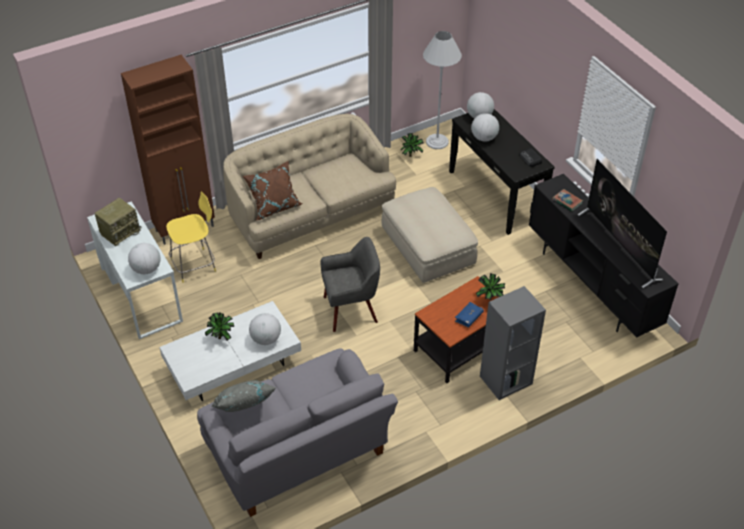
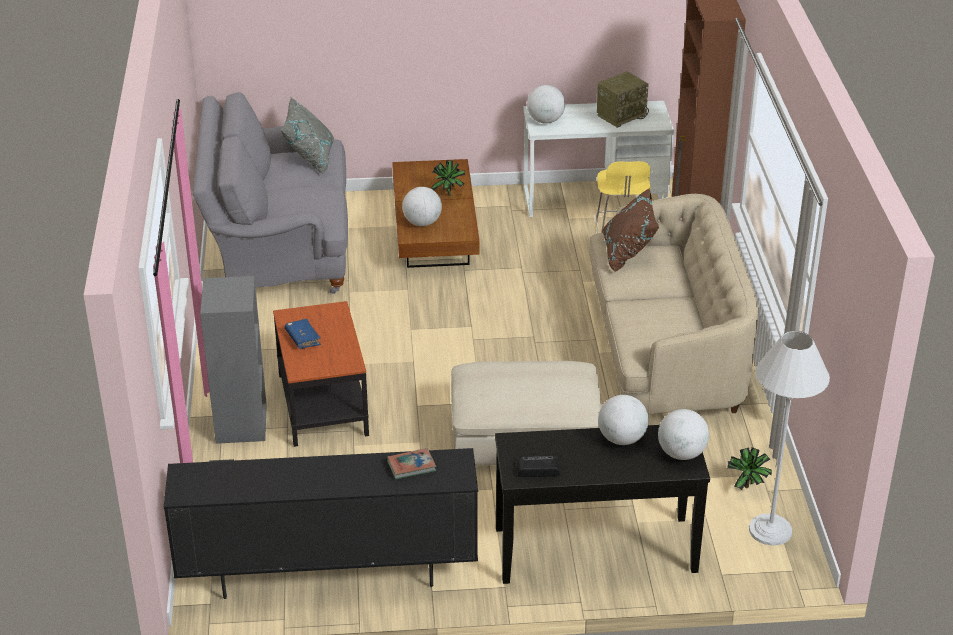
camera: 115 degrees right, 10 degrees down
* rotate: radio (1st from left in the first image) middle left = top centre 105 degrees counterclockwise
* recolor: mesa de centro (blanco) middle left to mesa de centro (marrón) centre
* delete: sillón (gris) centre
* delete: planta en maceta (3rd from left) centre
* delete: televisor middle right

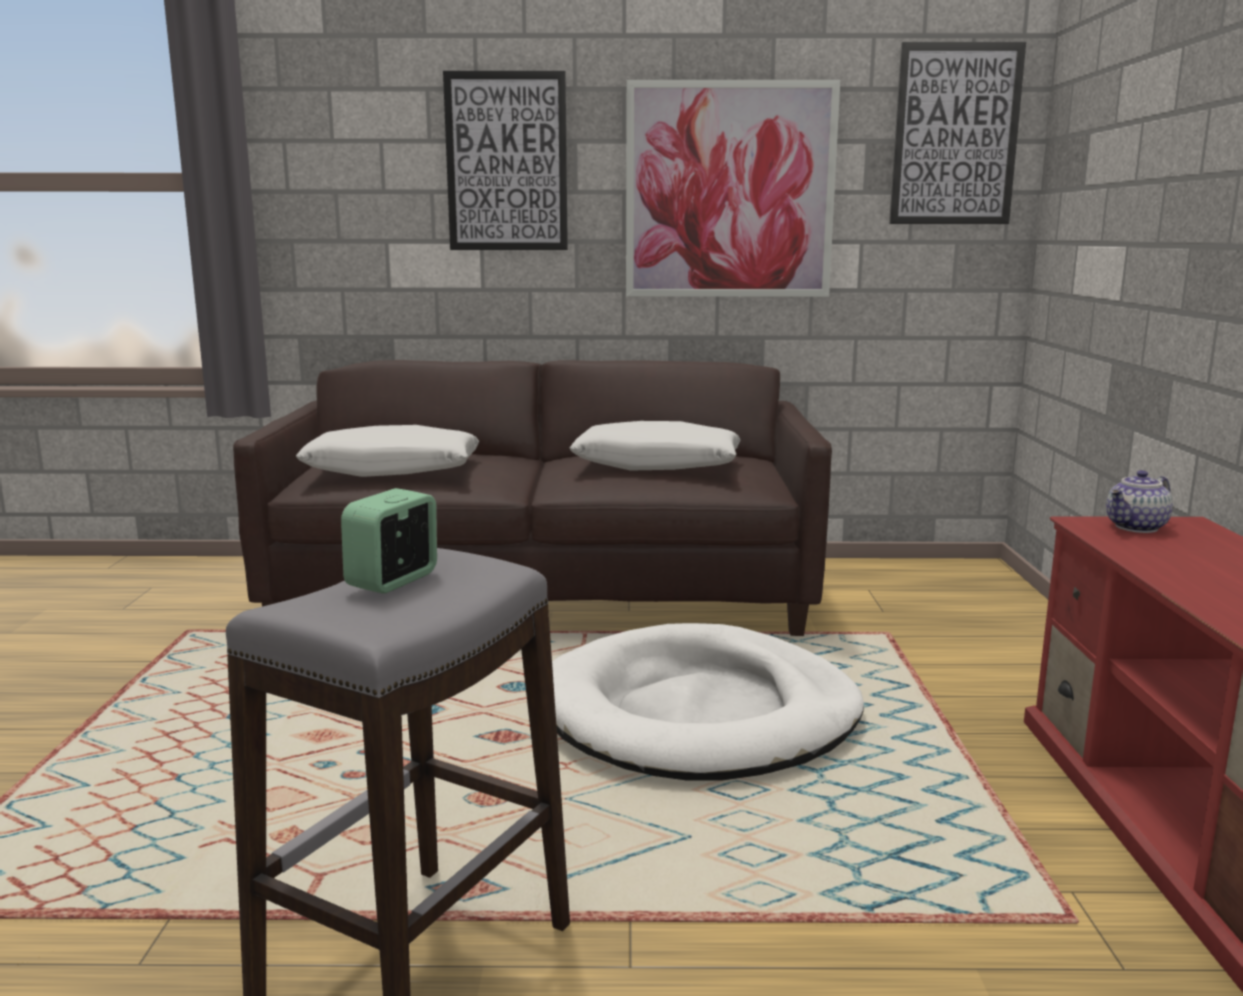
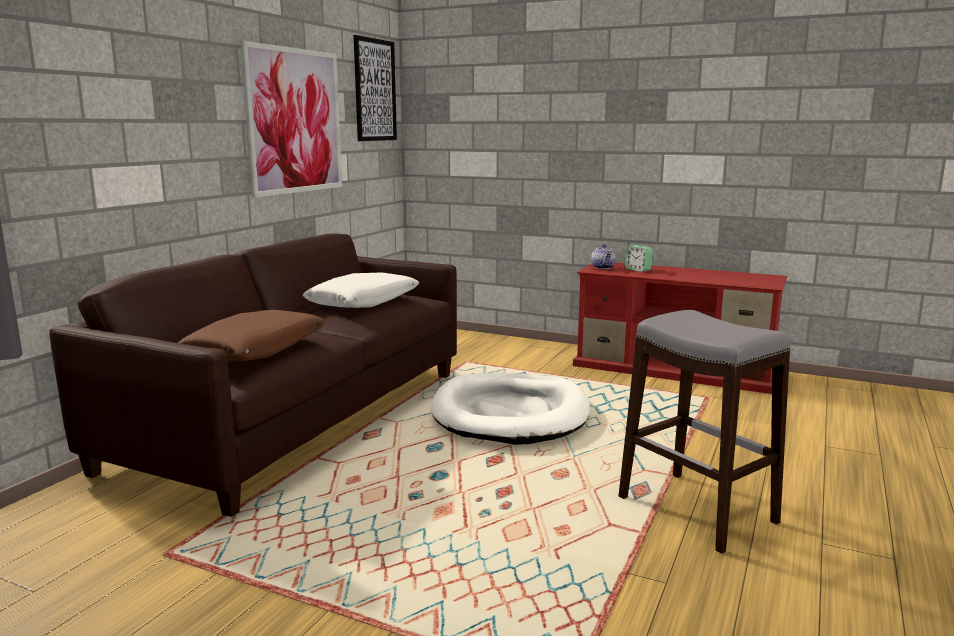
camera: 65 degrees left, 0 degrees up
* recolor: cojín (blanco) (1st from left) middle left to cojín (marrón) middle left
* move: despertador middle left to middle right
* delete: cuadro (1st from left) top centre

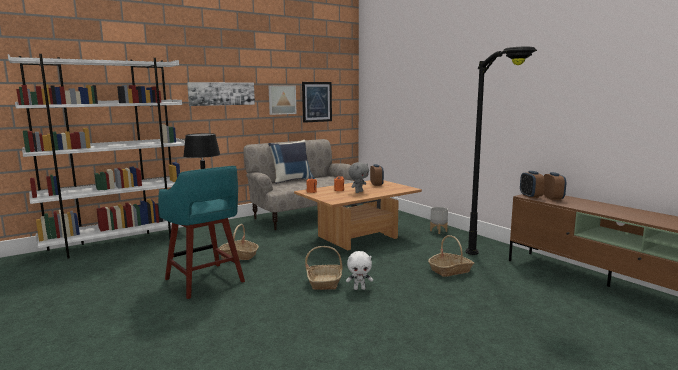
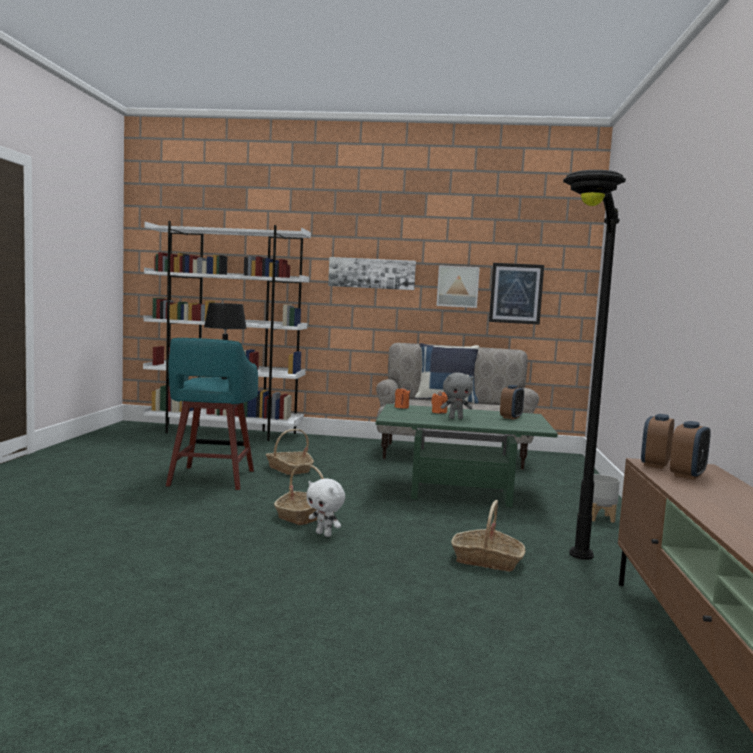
camera: 40 degrees right, 5 degrees down
* recolor: mesa de centro (marrón) centre to mesa de centro (verde) centre

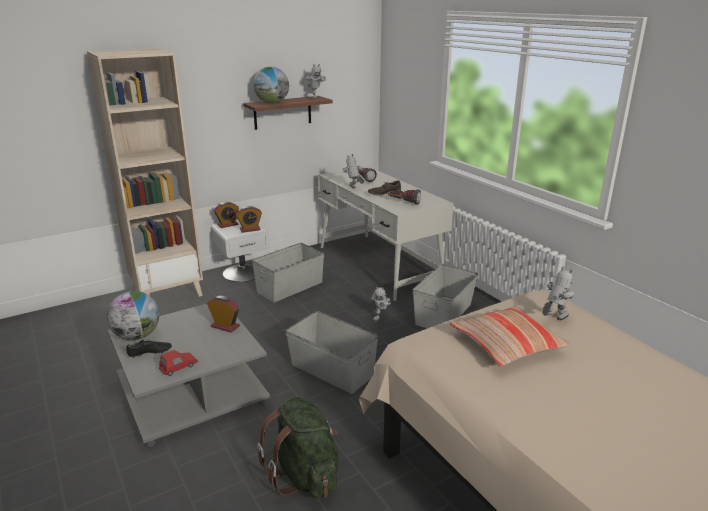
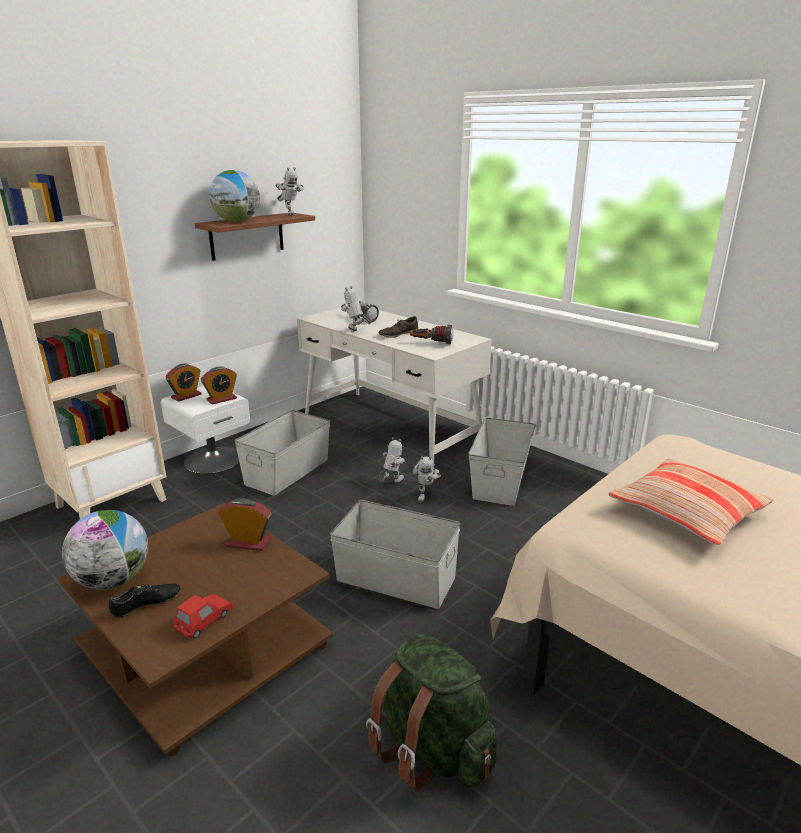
camera: 15 degrees left, 0 degrees up
* recolor: mesa de centro (gris) bottom left to mesa de centro (marrón) bottom left
* move: robot de juguete (4th from left in the first image) middle right to robot de juguete (3rd from left) centre

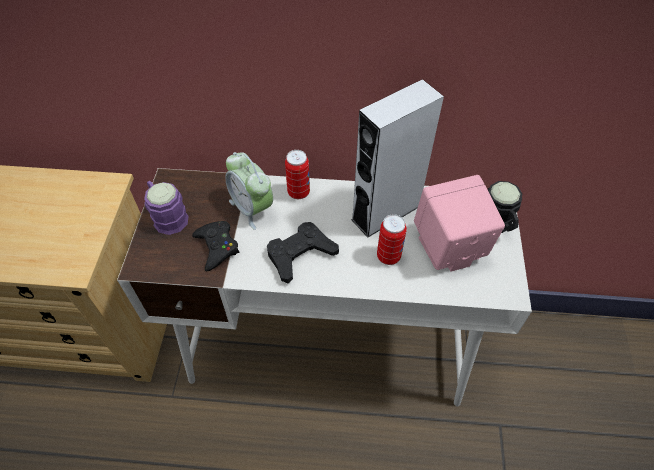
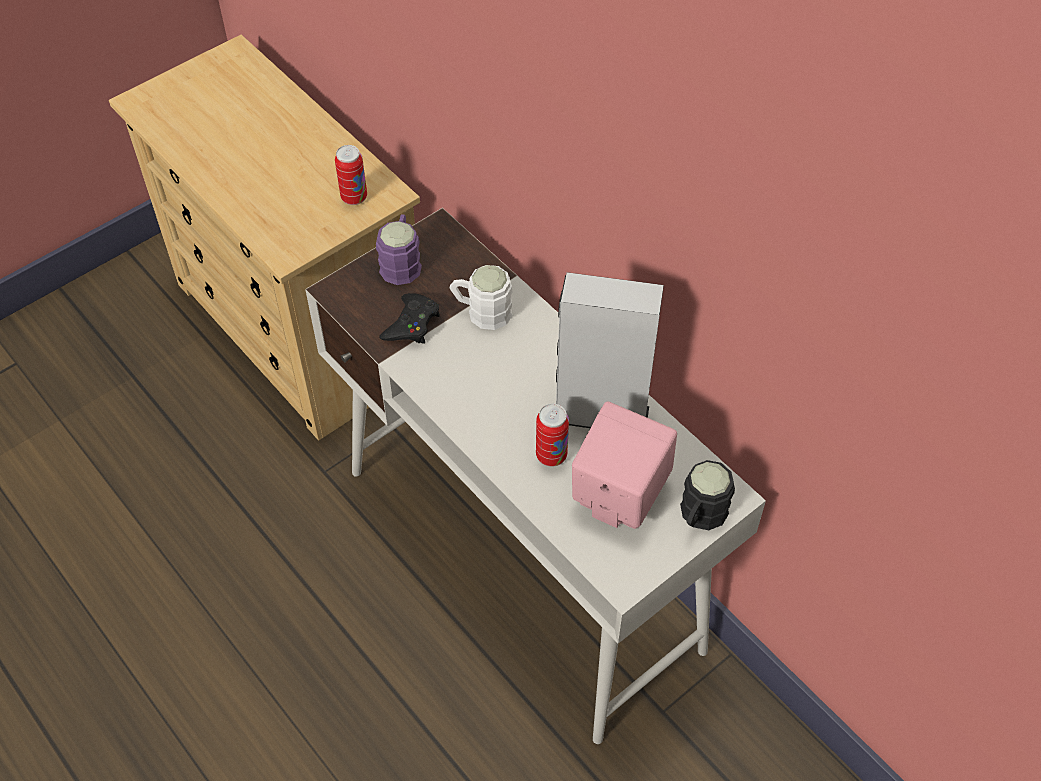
camera: 45 degrees right, 0 degrees up
* replace: despertador centre to taza grande (blanco) centre
* delete: mando de consola (negro) (2nd from left) centre
* move: lata (1st from left) centre to top centre

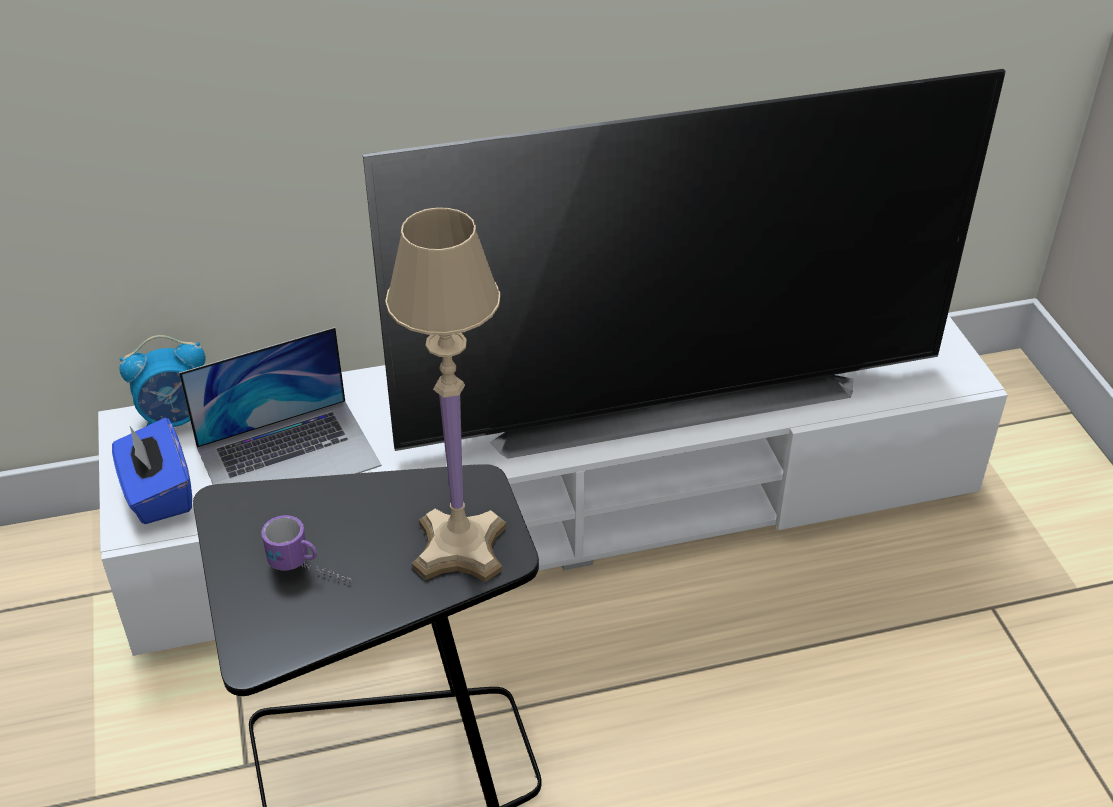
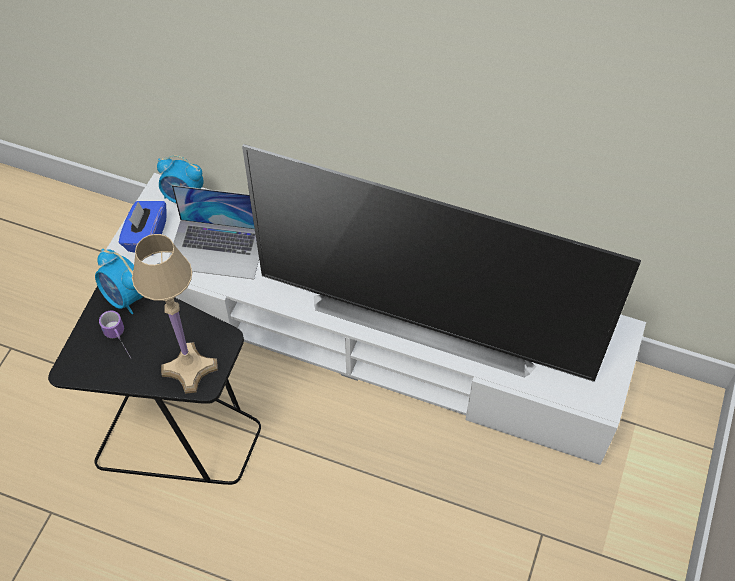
camera: 35 degrees right, 15 degrees up
* insert: despertador (1st from left) middle left

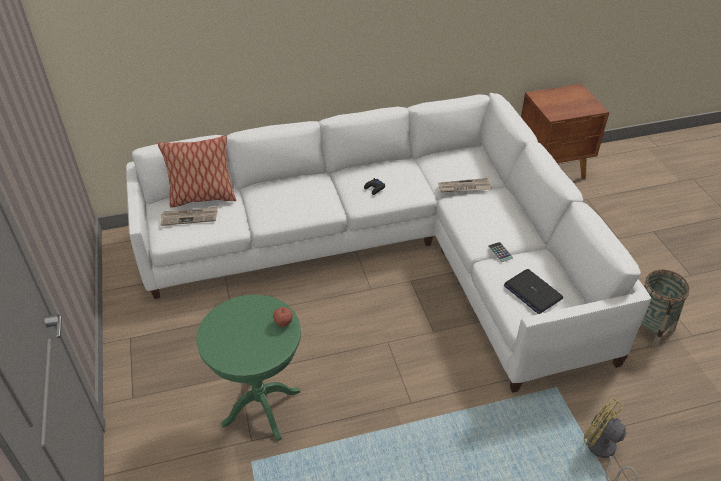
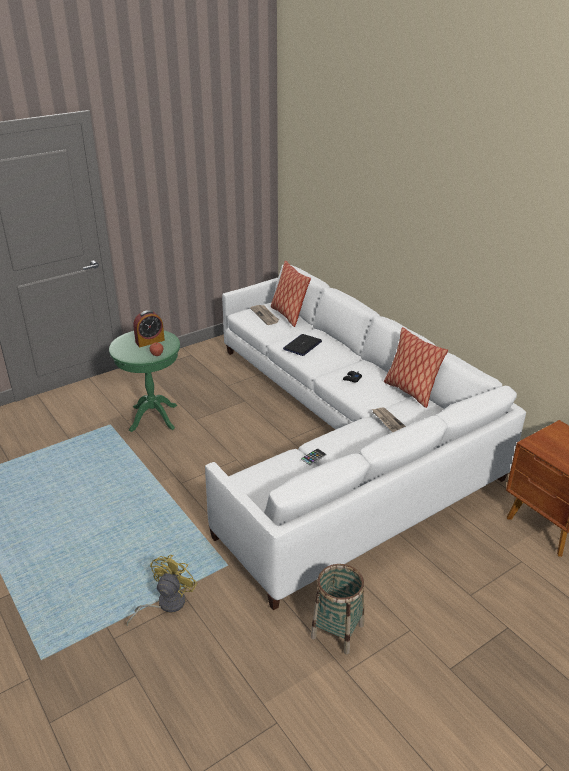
camera: 70 degrees right, 10 degrees down
* move: portátil middle right to centre
* insert: despertador middle left
* insert: cojín (2nd from left) middle right

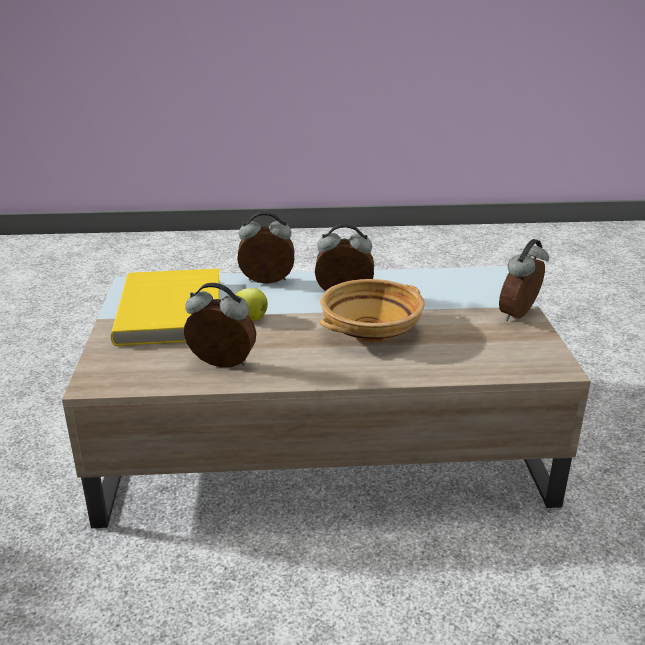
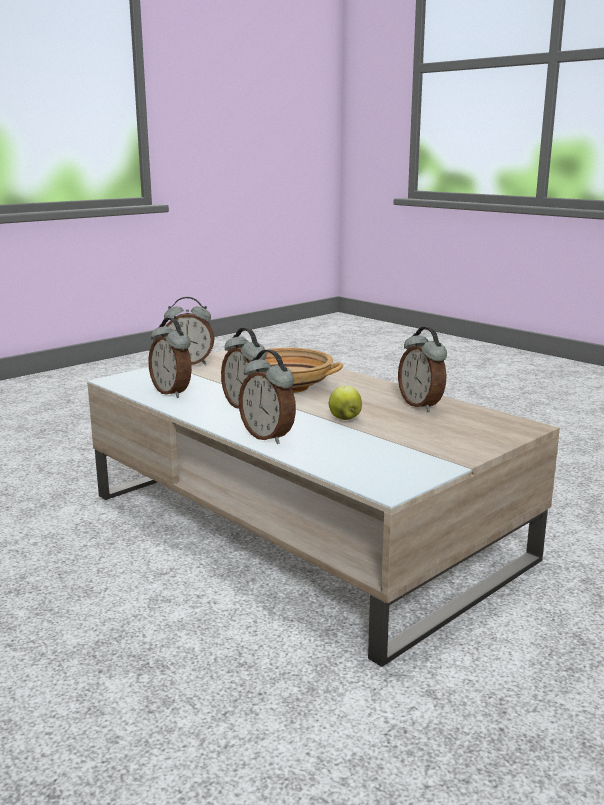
camera: 130 degrees left, 10 degrees down
* delete: libro (amarillo) middle left
* insert: despertador (1st from left) middle left

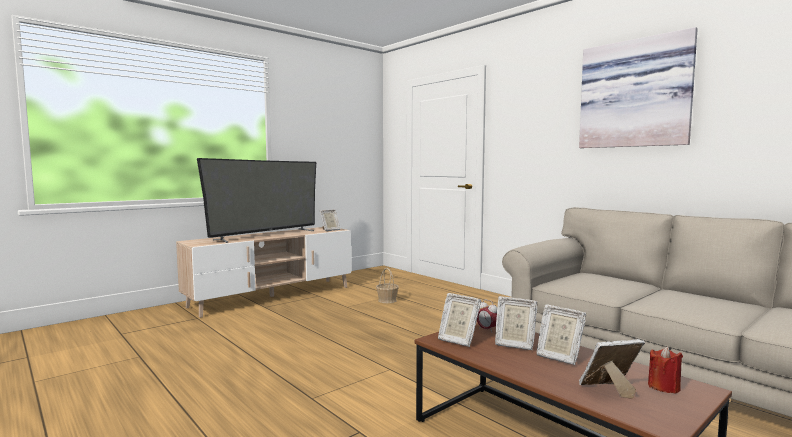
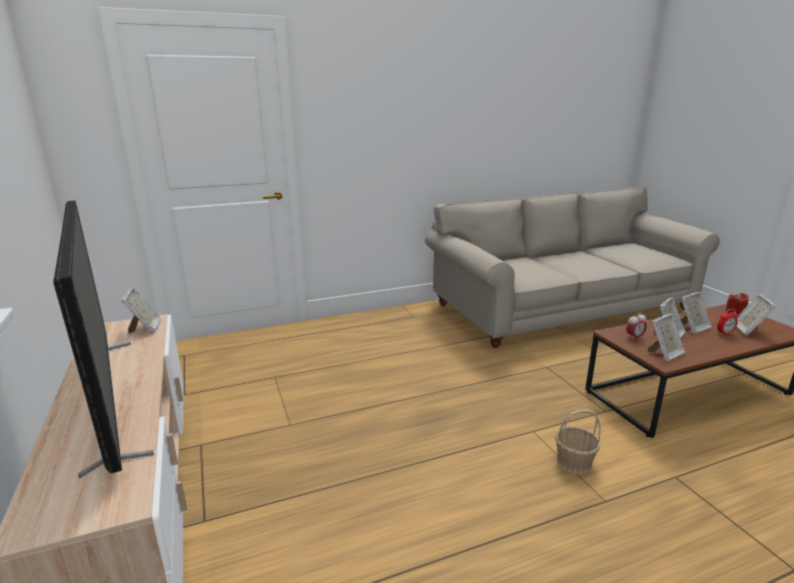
camera: 70 degrees left, 15 degrees up
* move: cesta centre to bottom right
* delete: cuadro top right
* insert: despertador (2nd from left) middle right

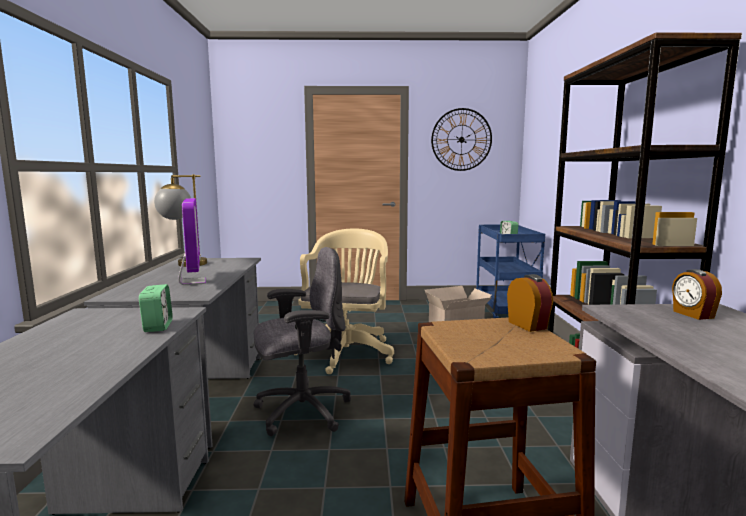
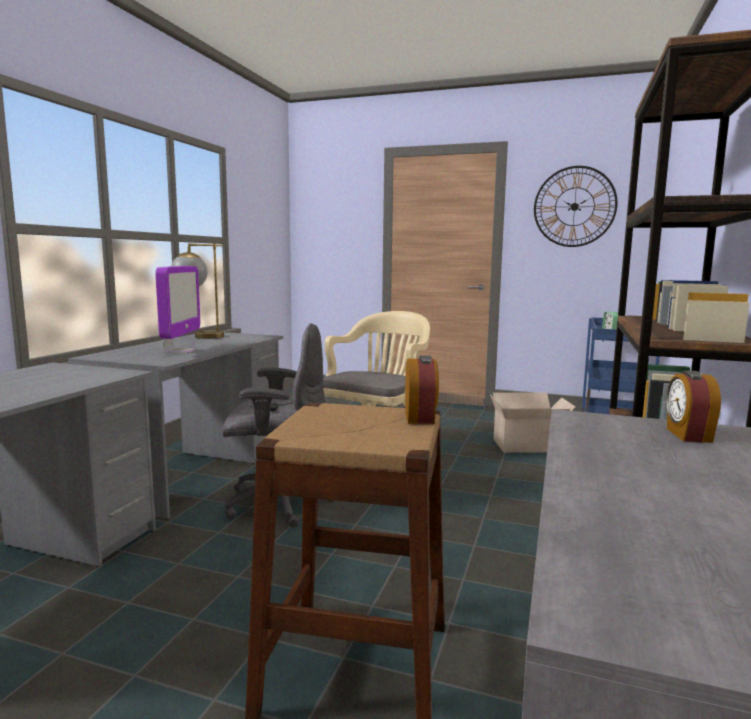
camera: 20 degrees right, 0 degrees up
* delete: despertador (1st from left) middle left

